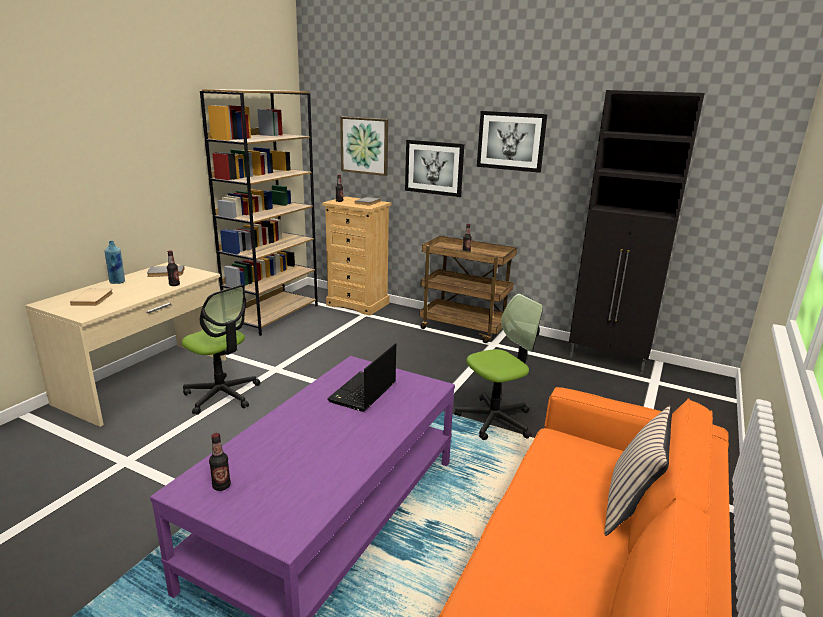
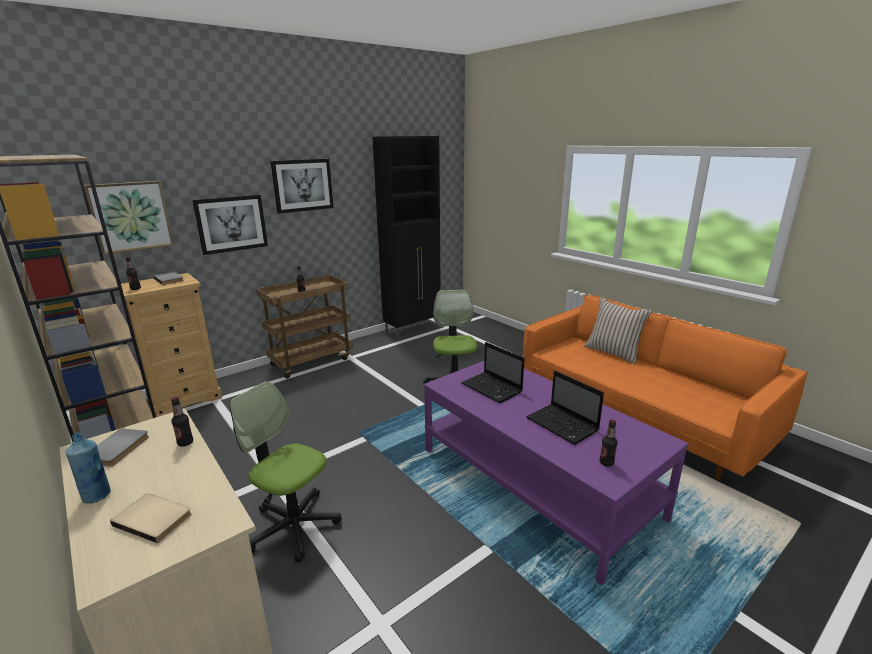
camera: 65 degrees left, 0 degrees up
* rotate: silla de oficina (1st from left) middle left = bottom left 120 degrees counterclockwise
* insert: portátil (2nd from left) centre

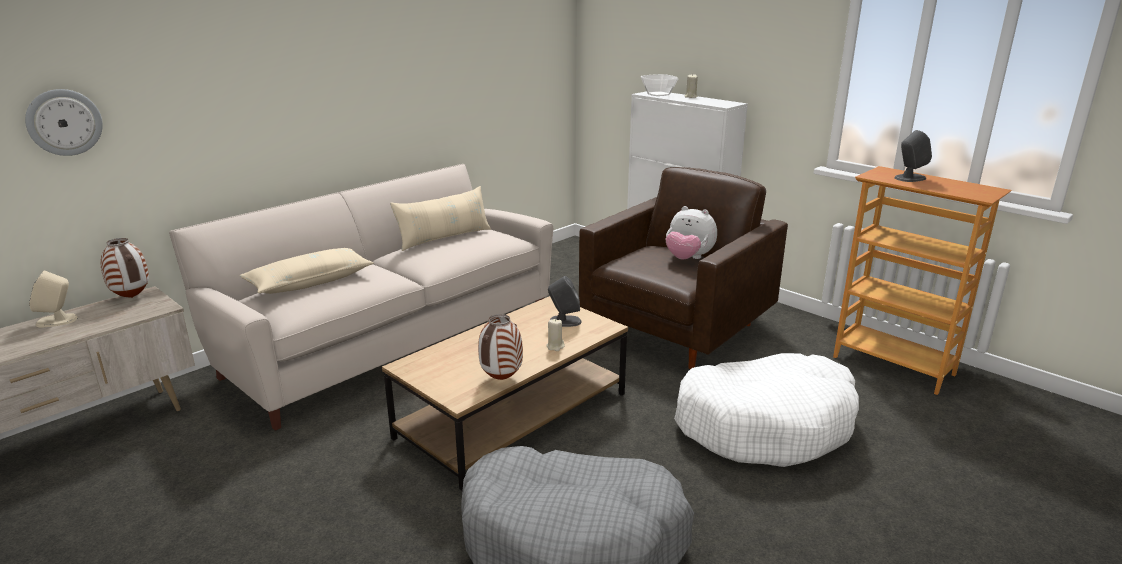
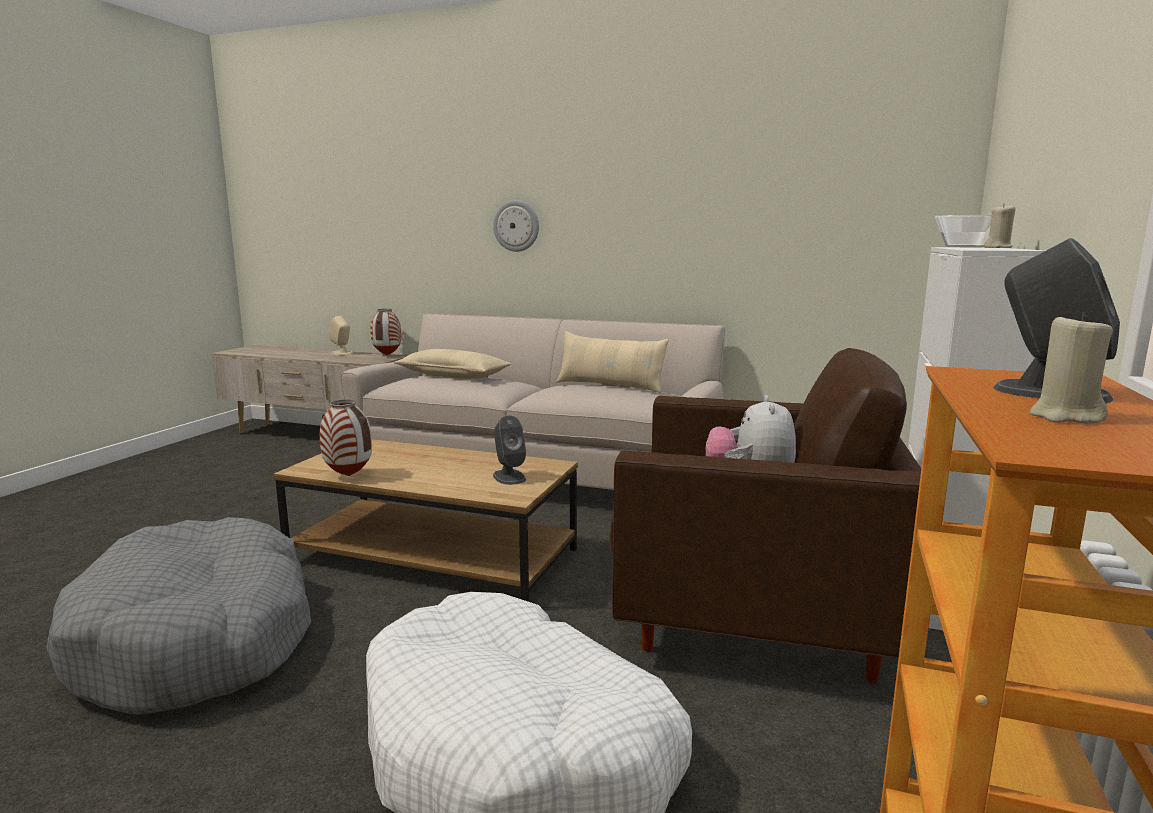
camera: 65 degrees right, 10 degrees down
* move: reloj de pared top left to top centre
* move: vela (beis) (1st from left in the first image) centre to vela (beis) (2nd from left) middle right

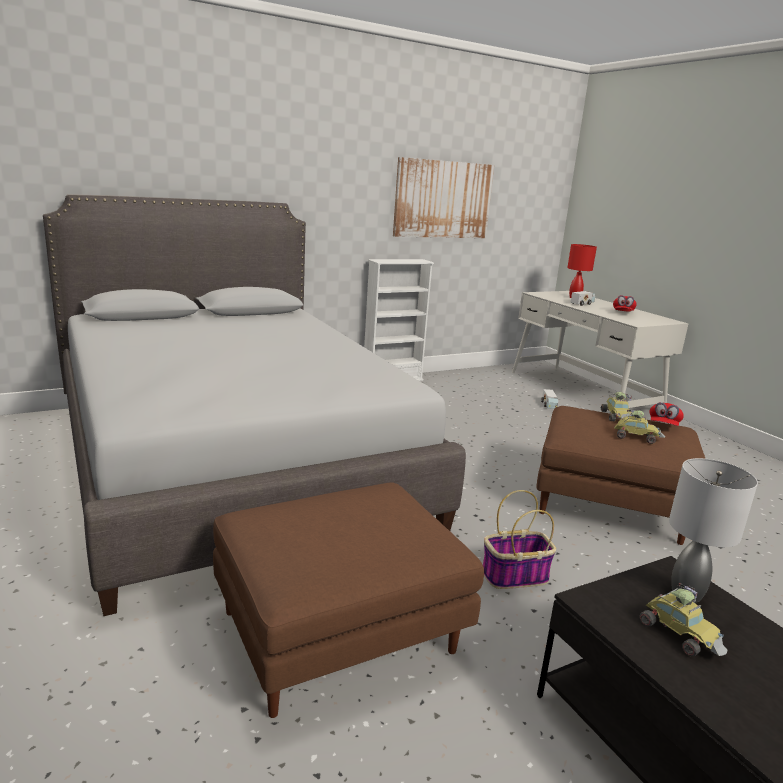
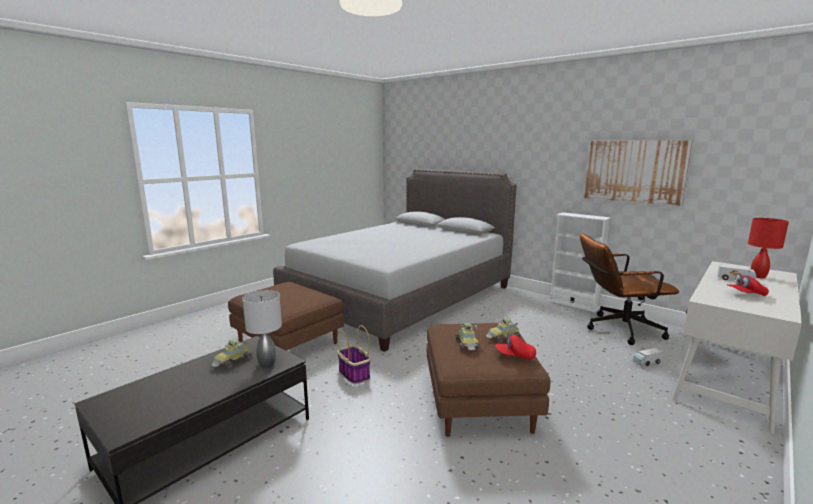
camera: 70 degrees right, 5 degrees down
* insert: silla de oficina (marrón) middle right

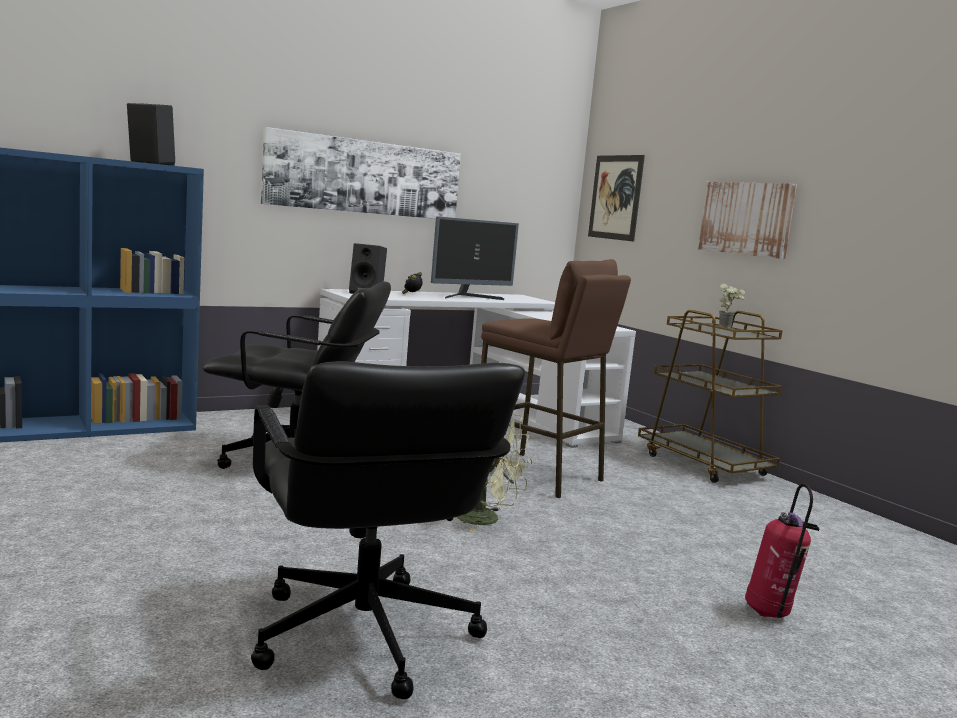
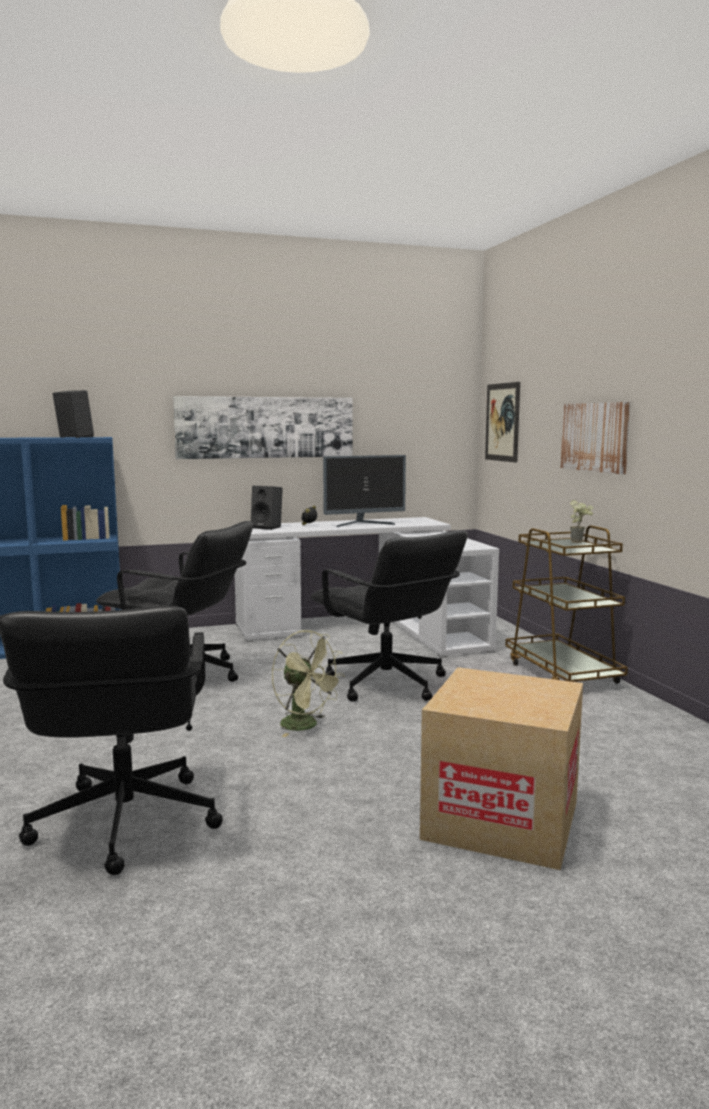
camera: 15 degrees right, 0 degrees up
* replace: taburete (marrón) centre to silla de oficina (negro) (3rd from left) centre
* replace: extintor bottom right to caja de cartón bottom right

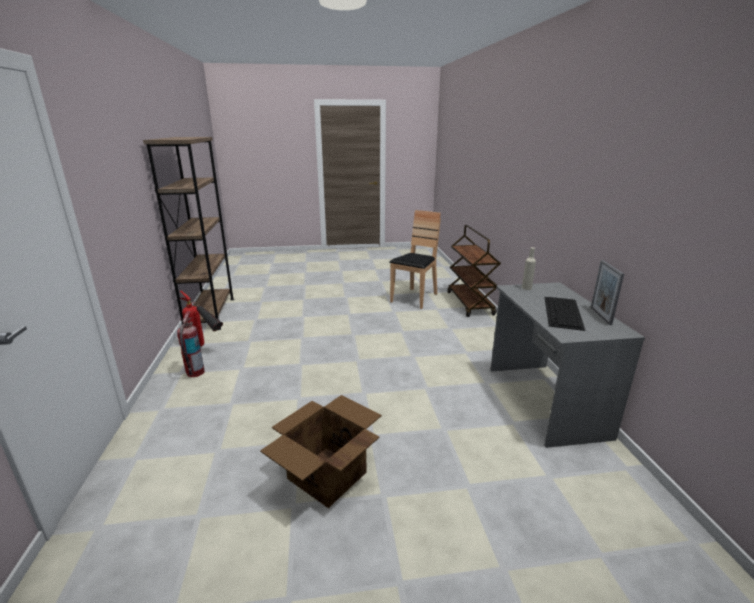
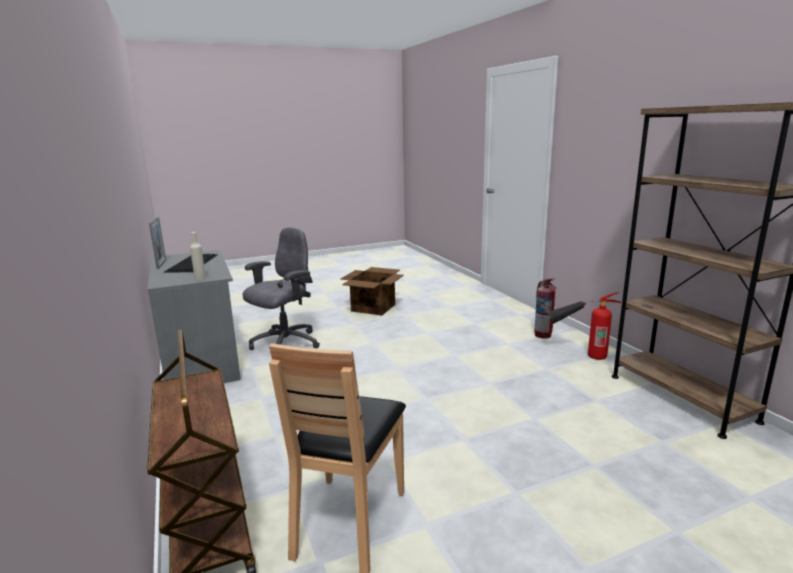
camera: 165 degrees right, 5 degrees down
* insert: silla de oficina (gris) centre

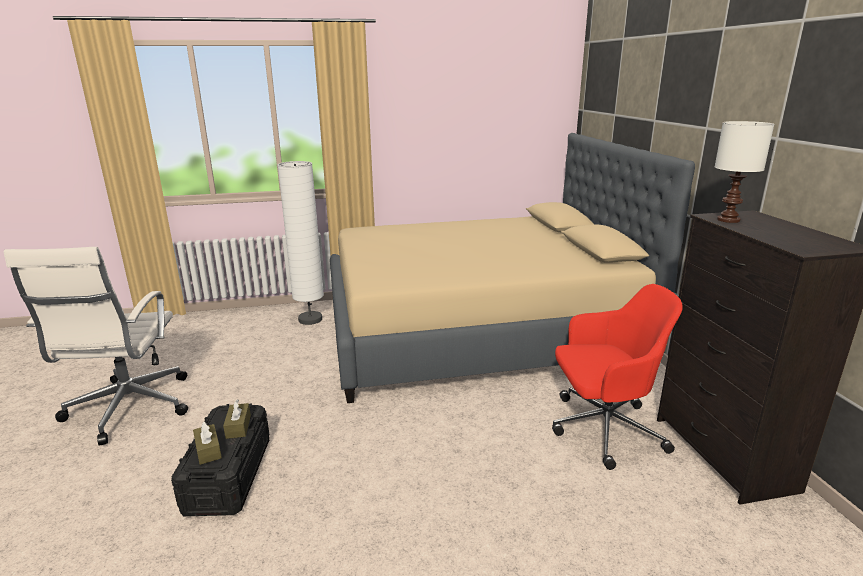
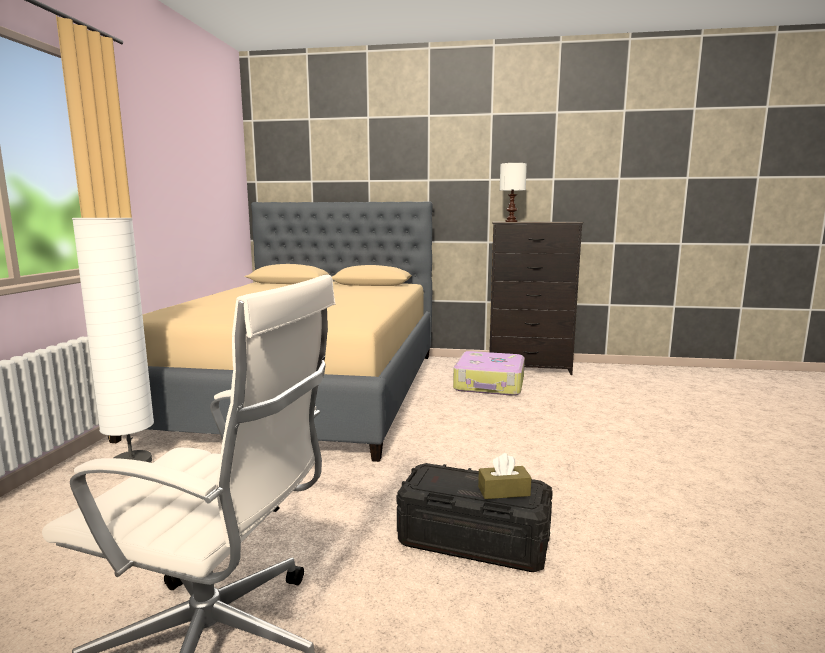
camera: 70 degrees left, 10 degrees down
* delete: caja de pañuelos (marrón) (2nd from left) bottom left
* replace: silla de oficina (rojo) middle right to maleta centre

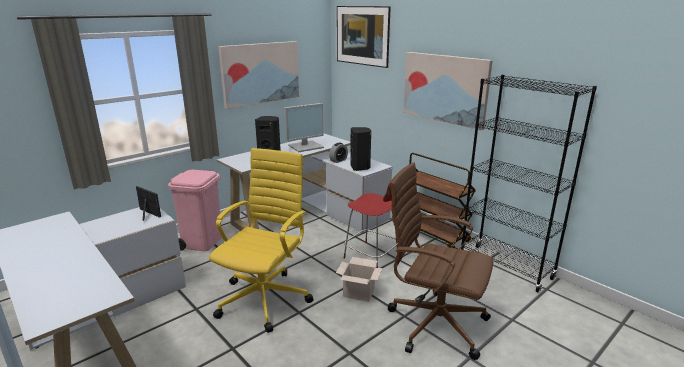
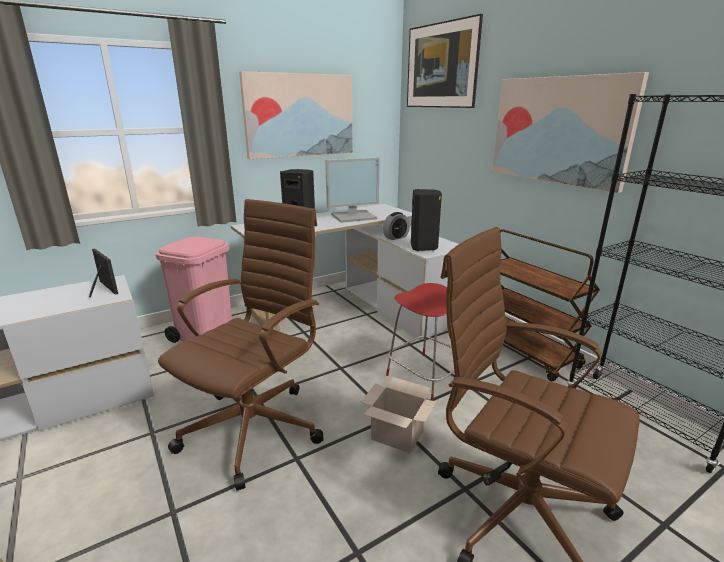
camera: 10 degrees right, 0 degrees up
* recolor: silla de oficina (amarillo) centre to silla de oficina (marrón) (1st from left) middle left

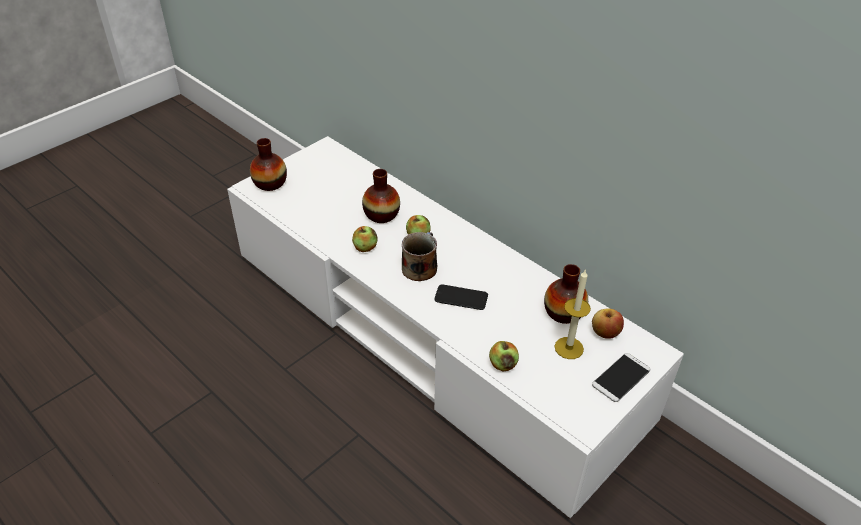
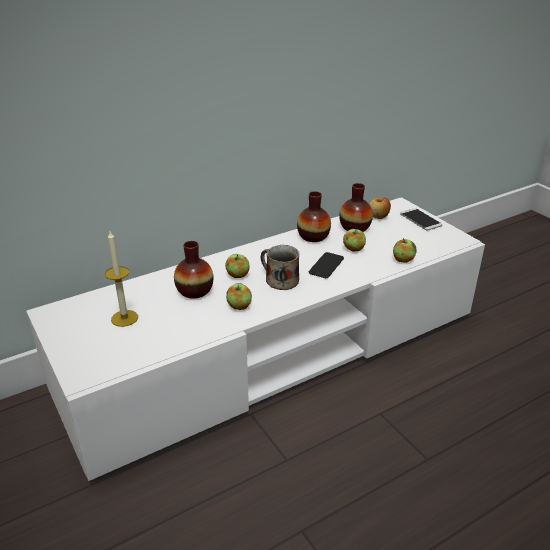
camera: 75 degrees left, 10 degrees down
* move: florero (1st from left in the first image) top left to florero (2nd from left) centre
* move: vela centre to middle left
* insert: manzana (3rd from left) centre

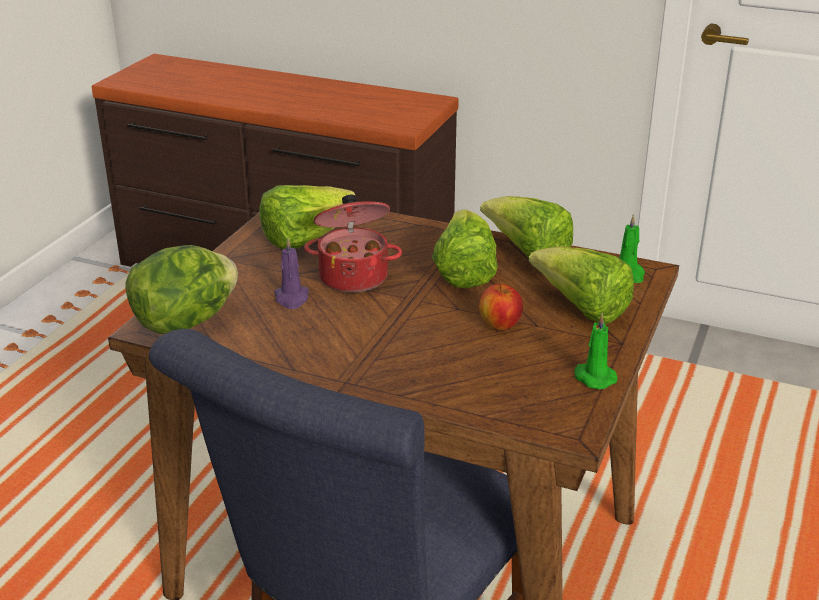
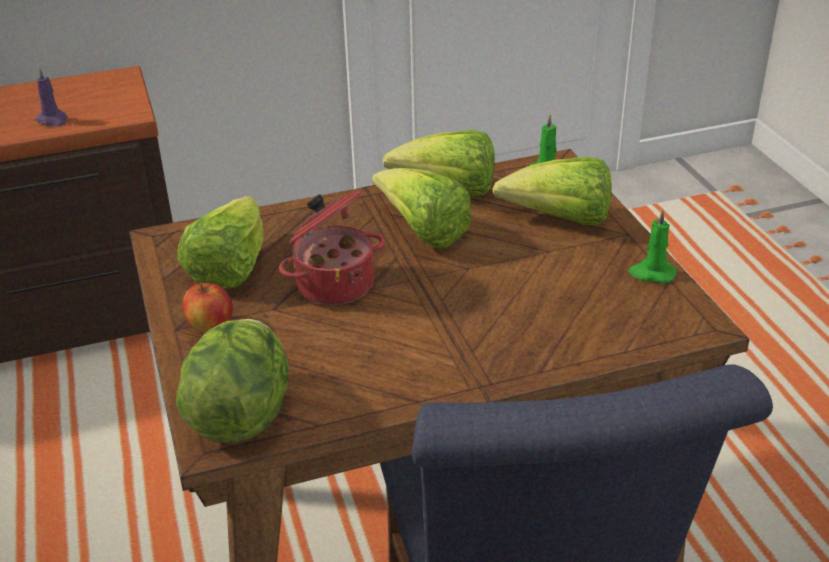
camera: 40 degrees left, 5 degrees up
* move: vela (morado) centre to top left
* move: manzana centre to middle left

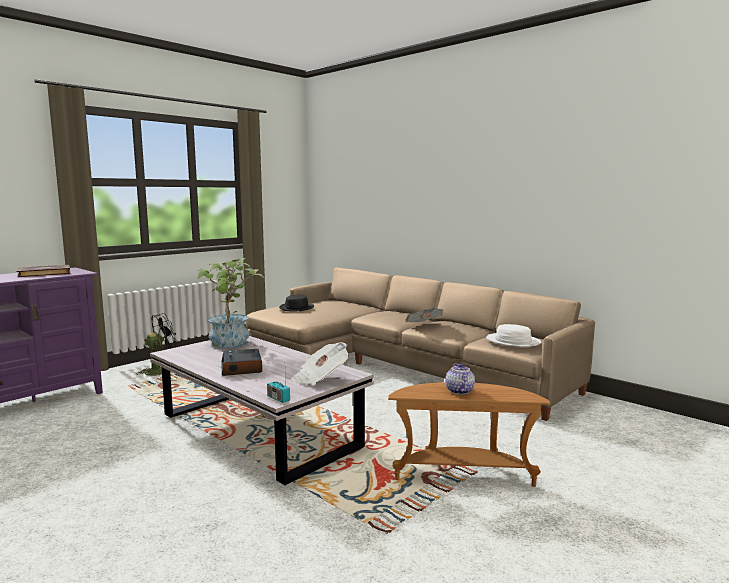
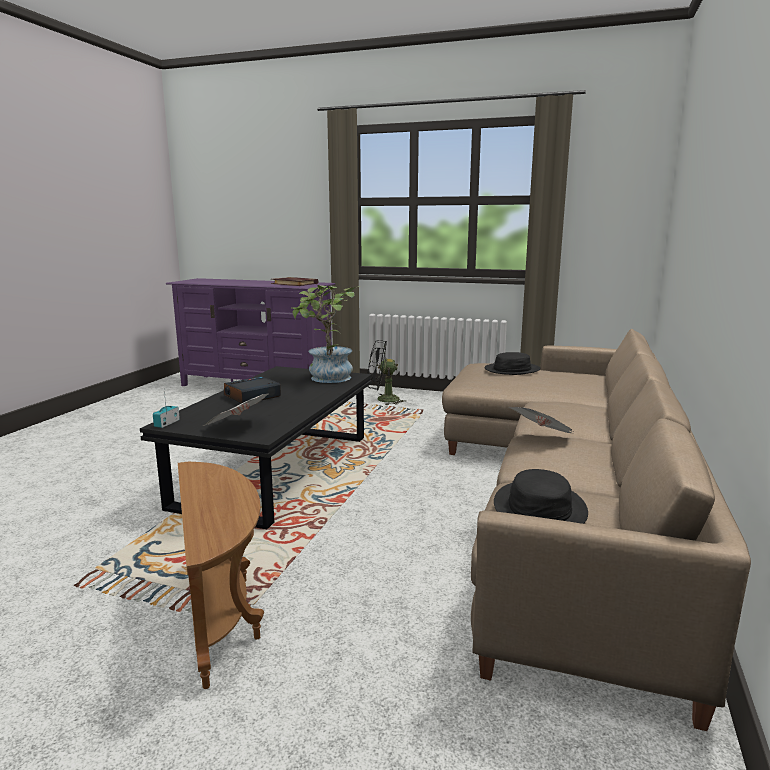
camera: 65 degrees right, 5 degrees up
* rotate: ventilador (negro) middle left = centre 150 degrees clockwise
* recolor: mesa de centro (blanco) bottom centre to mesa de centro (negro) middle left
* delete: tetera centre
* recolor: sombrero (blanco) middle right to sombrero (negro) (2nd from left) middle right

